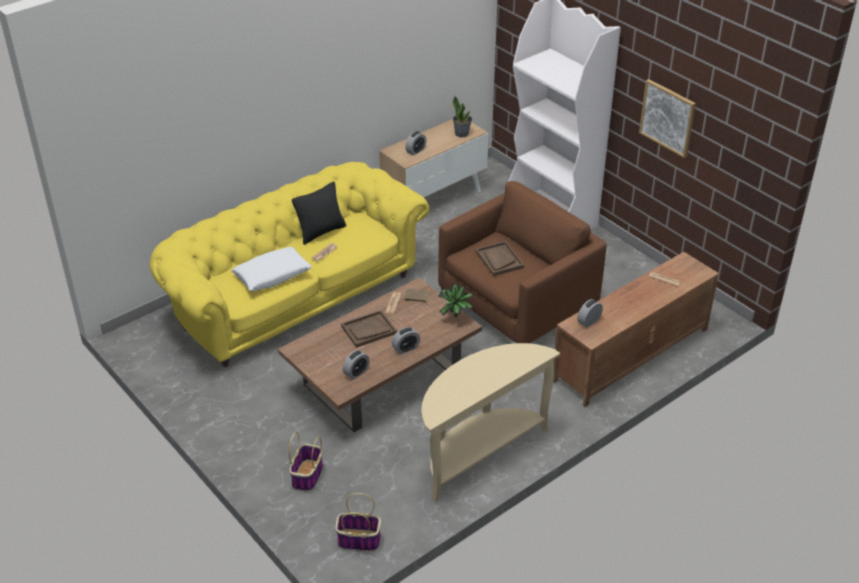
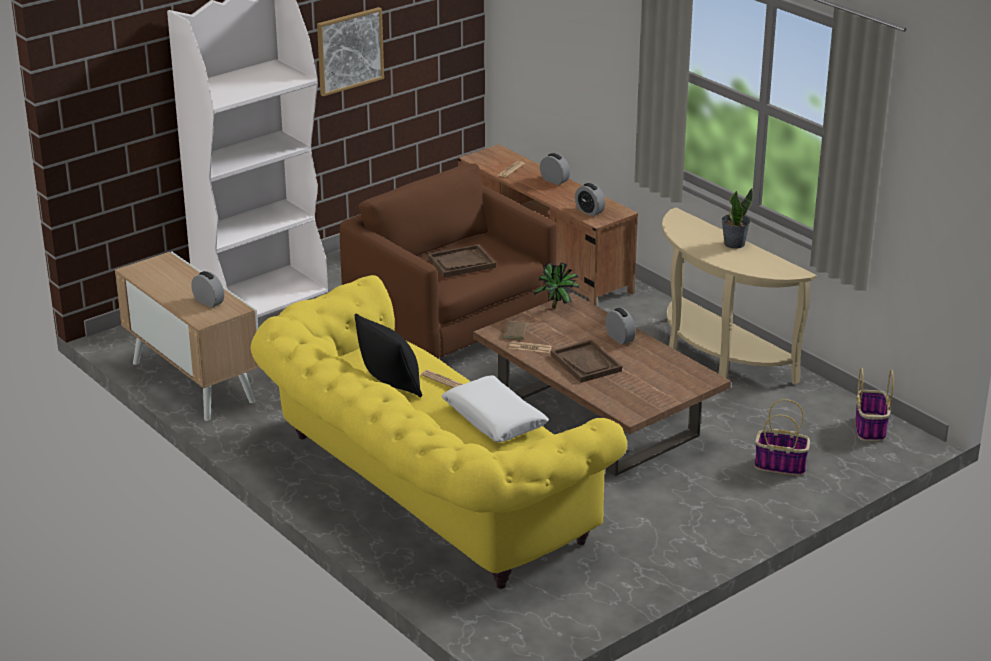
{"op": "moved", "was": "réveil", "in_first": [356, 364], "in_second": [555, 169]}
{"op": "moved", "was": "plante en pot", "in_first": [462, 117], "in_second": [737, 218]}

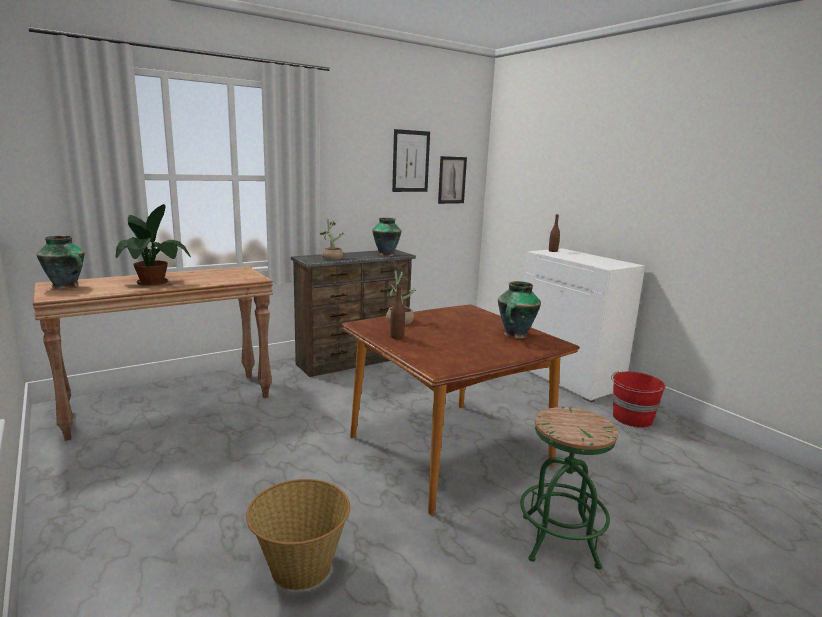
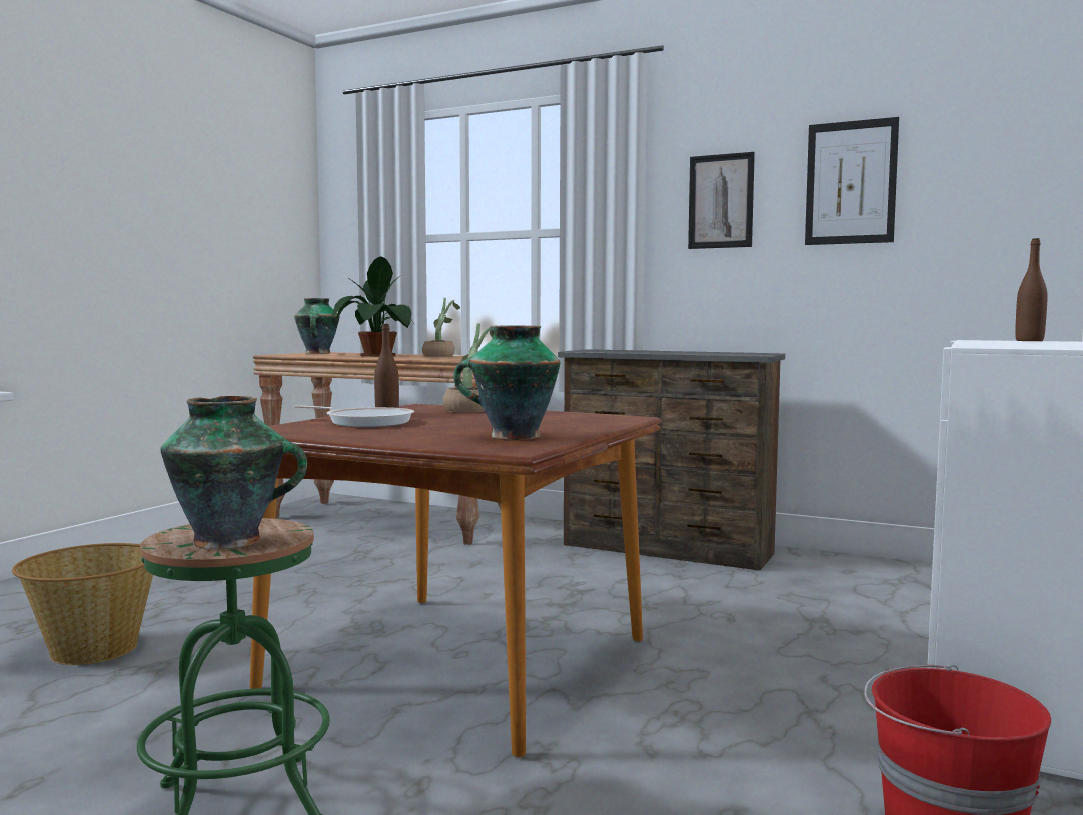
{"op": "moved", "was": "plante en pot", "in_first": [332, 239], "in_second": [441, 327]}
{"op": "moved", "was": "vase", "in_first": [387, 237], "in_second": [233, 472]}
{"op": "moved", "was": "tableau", "in_first": [452, 180], "in_second": [721, 200]}
{"op": "added", "now": "poêle", "in_second": [354, 416]}

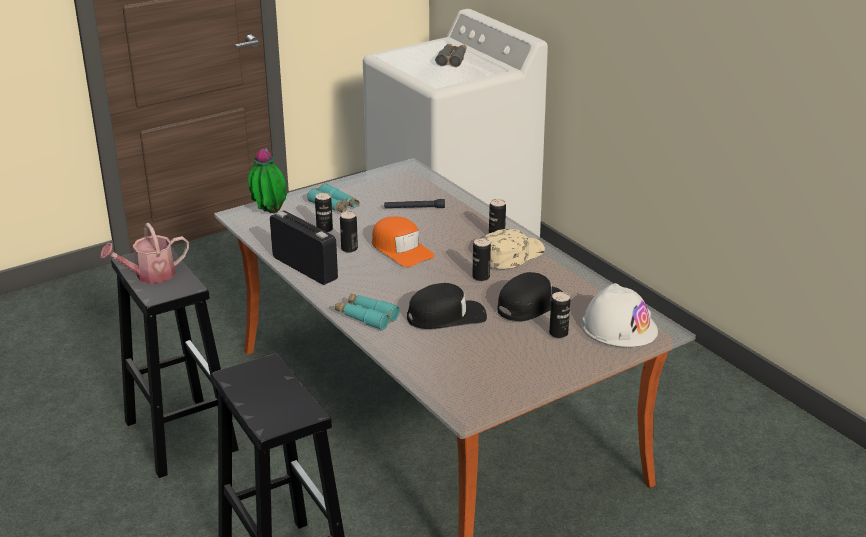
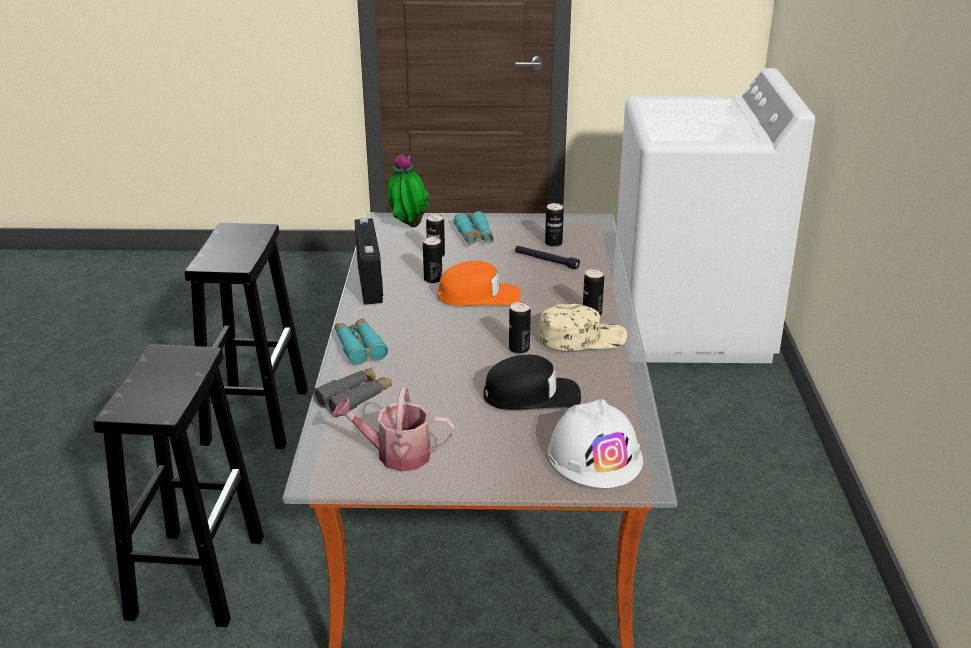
{"op": "moved", "was": "arrosoir", "in_first": [144, 253], "in_second": [393, 429]}
{"op": "turned", "was": "casquette [orange]", "in_first": [403, 241], "in_second": [478, 283], "clockwise": -90}
{"op": "removed", "was": "casquette [noir]", "in_first": [447, 306]}
{"op": "moved", "was": "jumelles [gris]", "in_first": [450, 55], "in_second": [352, 392]}
{"op": "moved", "was": "boîte métallique", "in_first": [559, 315], "in_second": [554, 225]}

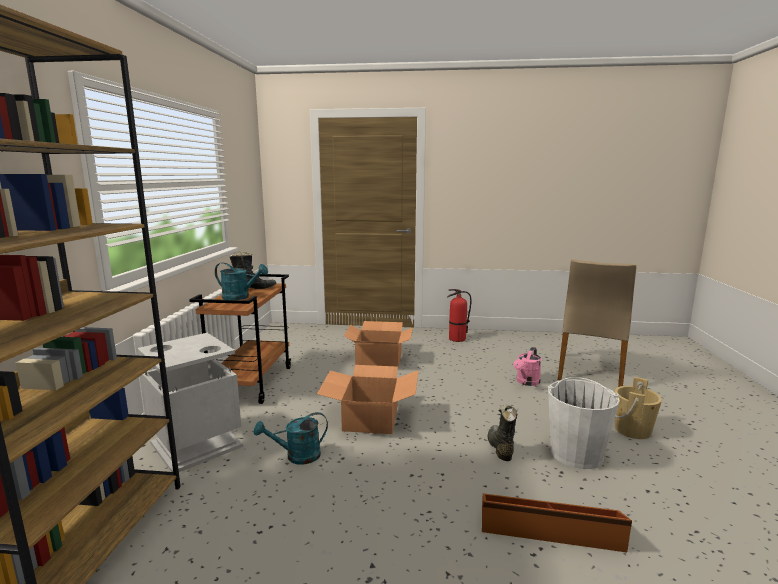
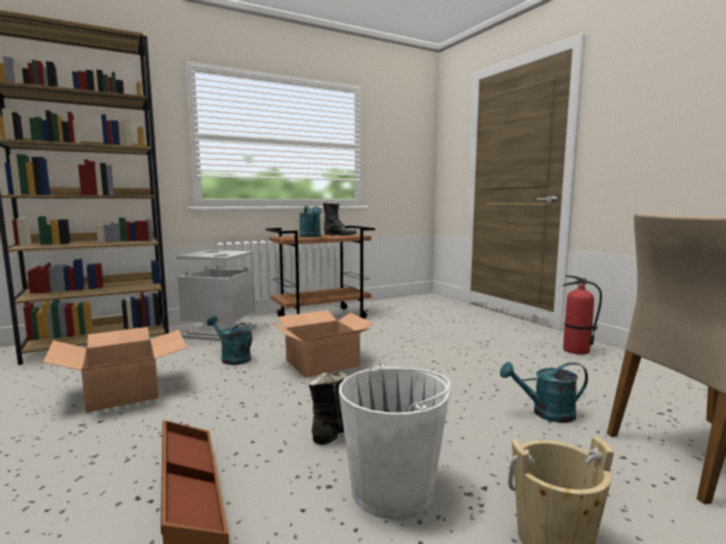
{"op": "moved", "was": "carton", "in_first": [378, 344], "in_second": [115, 370]}
{"op": "recoloured", "was": "arrosoir [rose]", "now": "arrosoir [turquoise]", "in_first": [528, 366], "in_second": [544, 392]}

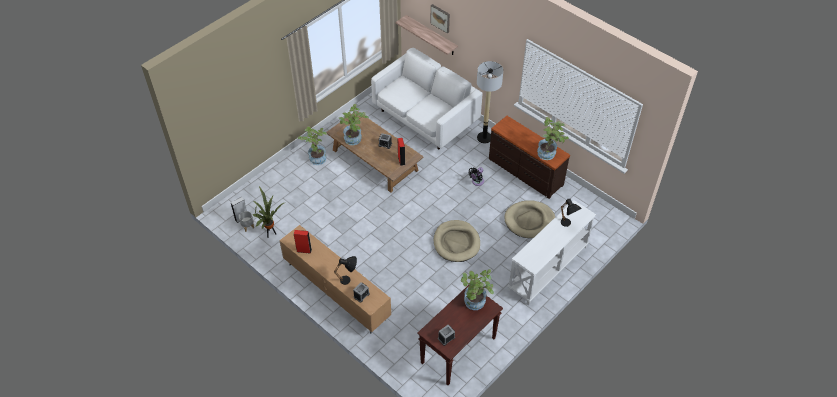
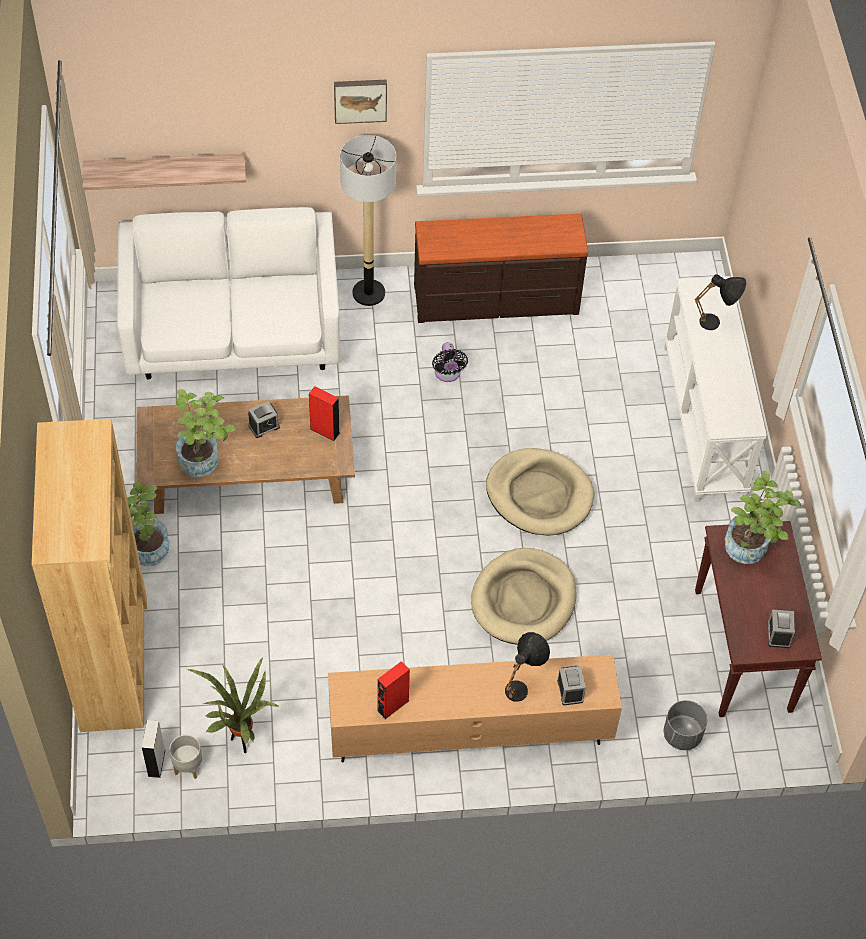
{"op": "moved", "was": "tableau", "in_first": [440, 18], "in_second": [360, 102]}
{"op": "moved", "was": "panier pour chien [beige]", "in_first": [529, 219], "in_second": [524, 596]}
{"op": "removed", "was": "plante en pot", "in_first": [553, 138]}
{"op": "added", "now": "bibliothèque [marron]", "in_second": [89, 575]}
{"op": "added", "now": "cache-pot [gris]", "in_second": [685, 725]}

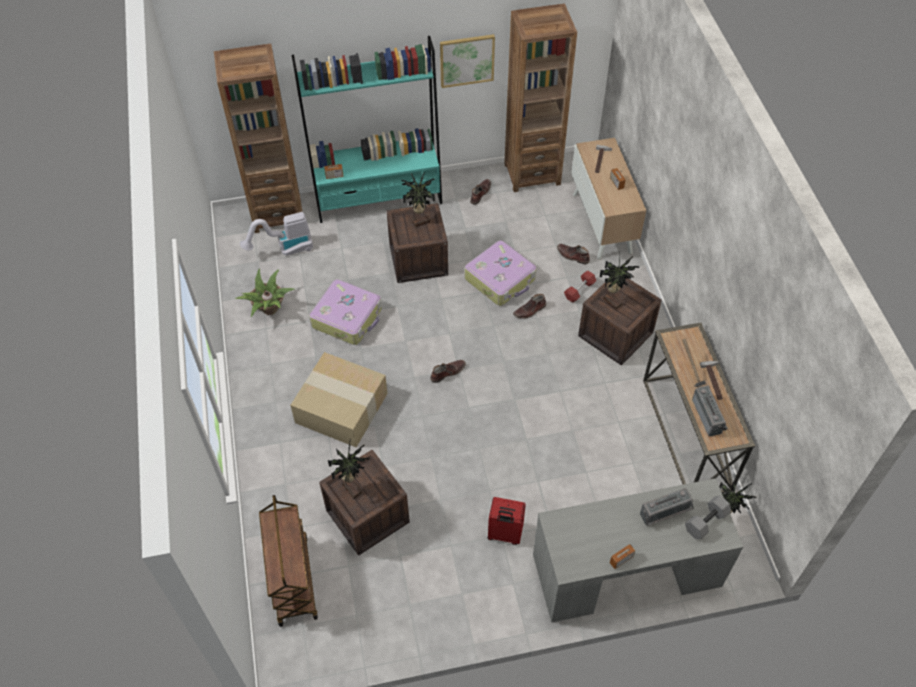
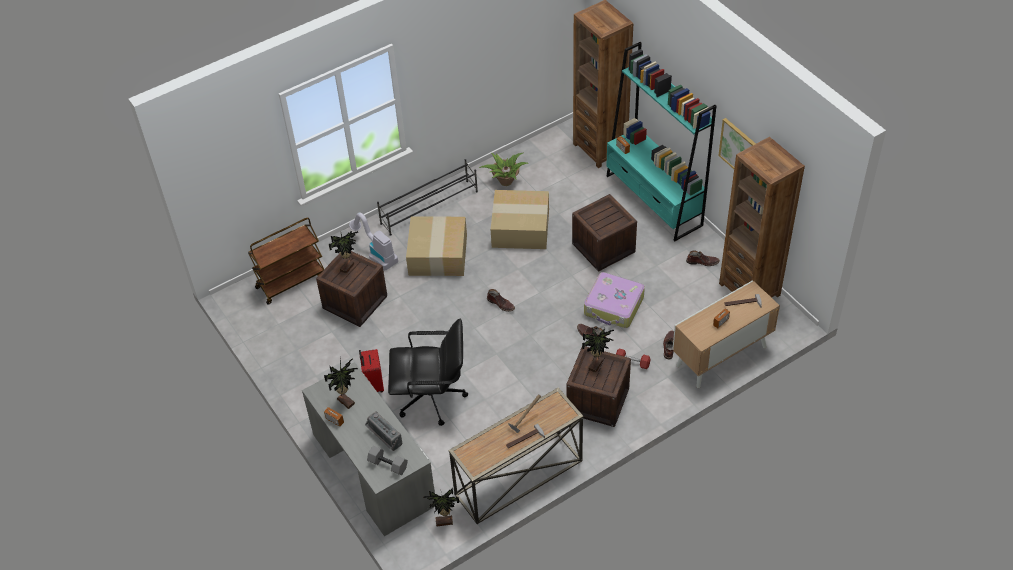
{"op": "moved", "was": "aspirateur", "in_first": [276, 234], "in_second": [373, 241]}
{"op": "replaced", "was": "valise", "now": "carton", "in_first": [345, 312], "in_second": [520, 219]}
{"op": "moved", "was": "plante en pot", "in_first": [418, 200], "in_second": [341, 382]}
{"op": "removed", "was": "radio", "in_first": [710, 410]}
{"op": "added", "now": "étagère à chaussures [noir]", "in_second": [427, 197]}
{"op": "added", "now": "chaise de bureau [noir]", "in_second": [428, 372]}

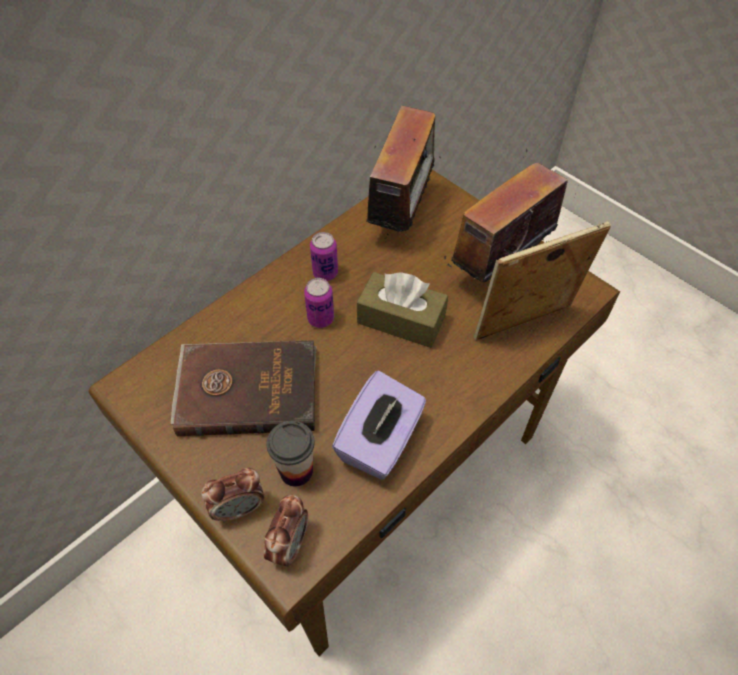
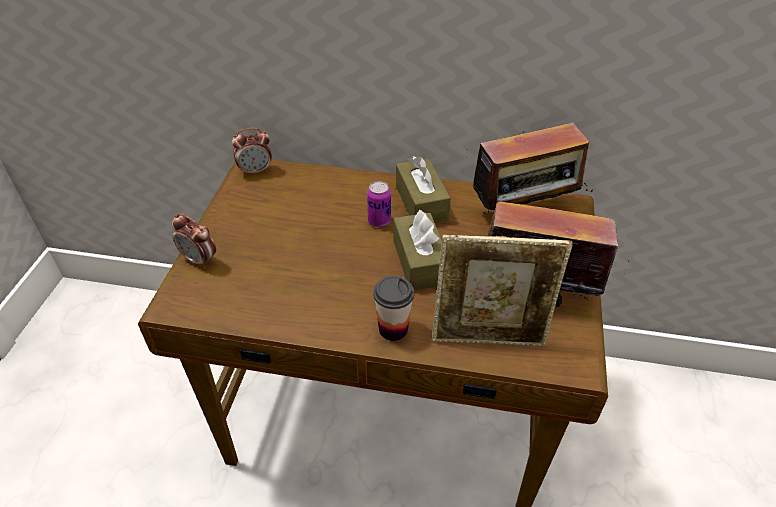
{"op": "removed", "was": "livre [marron]", "in_first": [244, 388]}
{"op": "moved", "was": "réveil", "in_first": [286, 530], "in_second": [252, 152]}
{"op": "moved", "was": "tasse", "in_first": [291, 454], "in_second": [393, 308]}
{"op": "replaced", "was": "boîte métallique", "now": "boîte à mouchoirs [marron]", "in_first": [324, 256], "in_second": [423, 189]}
{"op": "removed", "was": "boîte à mouchoirs [violet]", "in_first": [379, 425]}
{"op": "turned", "was": "cadre photo", "in_first": [542, 281], "in_second": [502, 290], "clockwise": 150}

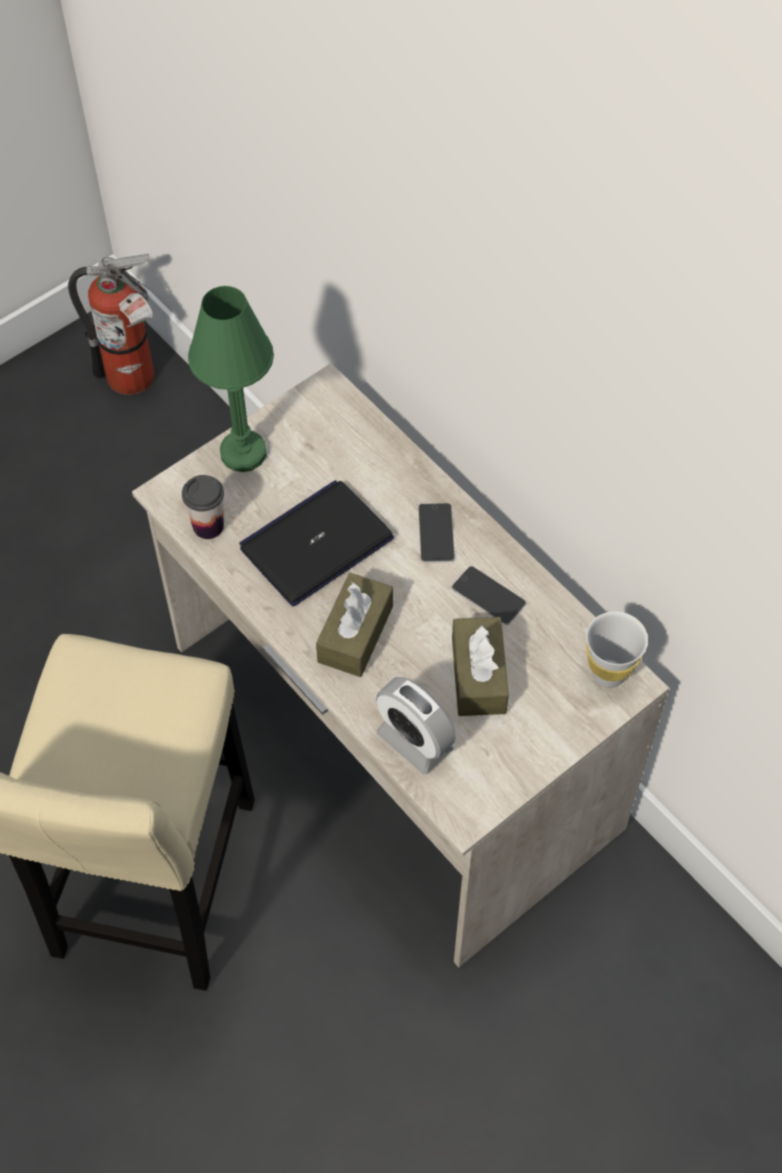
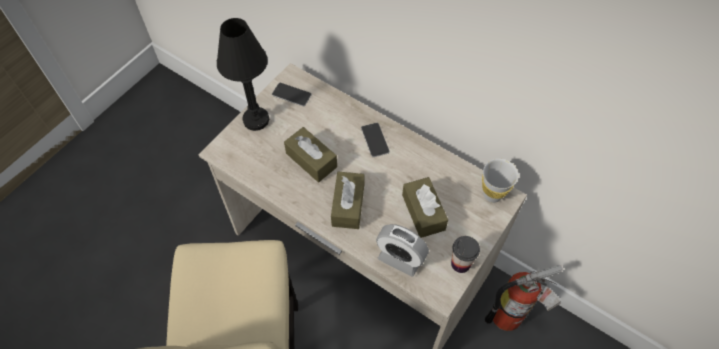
{"op": "moved", "was": "extincteur", "in_first": [111, 324], "in_second": [524, 298]}
{"op": "moved", "was": "tasse", "in_first": [203, 507], "in_second": [465, 254]}
{"op": "recoloured", "was": "lampe de table [vert]", "now": "lampe de table [noir]", "in_first": [231, 379], "in_second": [243, 74]}
{"op": "replaced", "was": "ordinateur portable", "now": "boîte à mouchoirs [marron]", "in_first": [316, 543], "in_second": [310, 154]}
{"op": "moved", "was": "téléphone", "in_first": [488, 595], "in_second": [292, 94]}

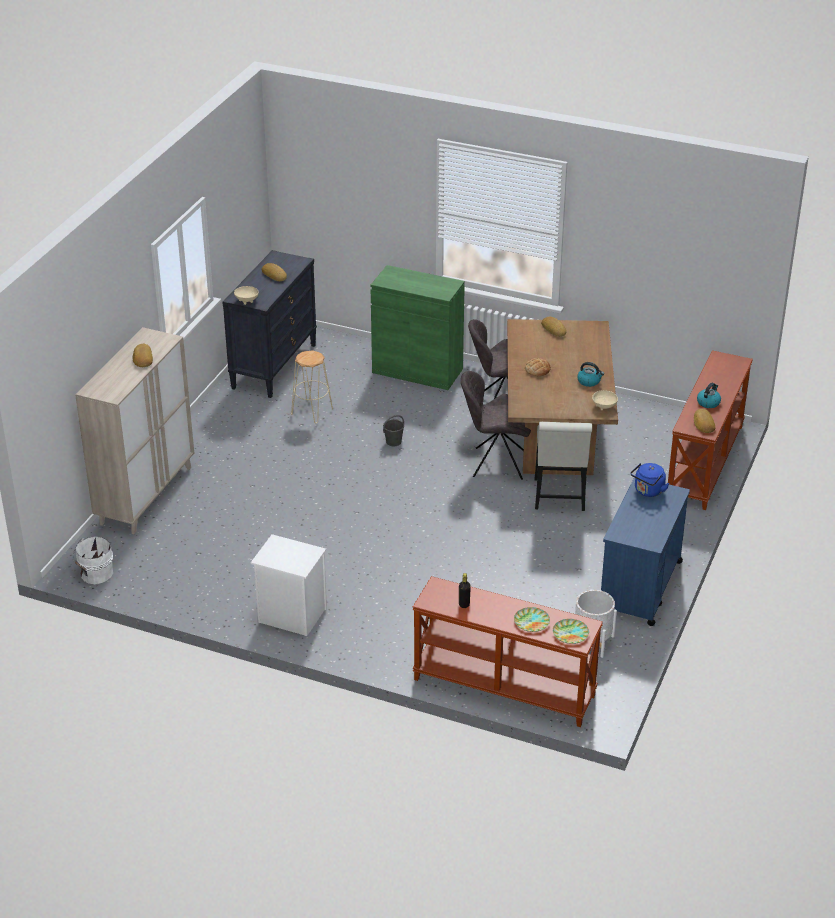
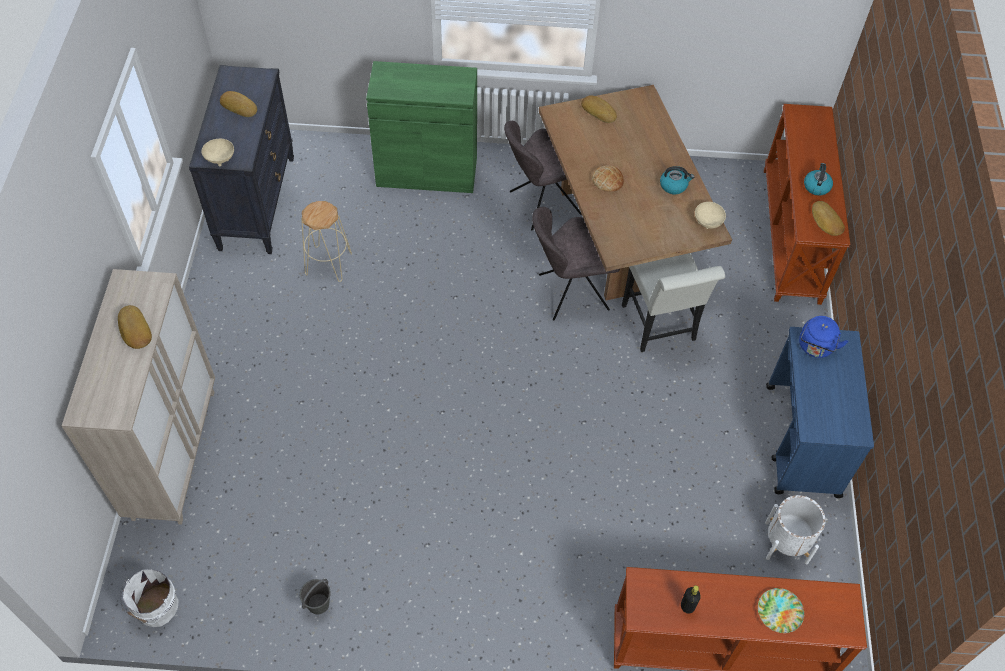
{"op": "removed", "was": "table de chevet [blanc]", "in_first": [289, 585]}
{"op": "moved", "was": "seau [gris]", "in_first": [393, 430], "in_second": [315, 596]}
{"op": "removed", "was": "assiette", "in_first": [571, 631]}

